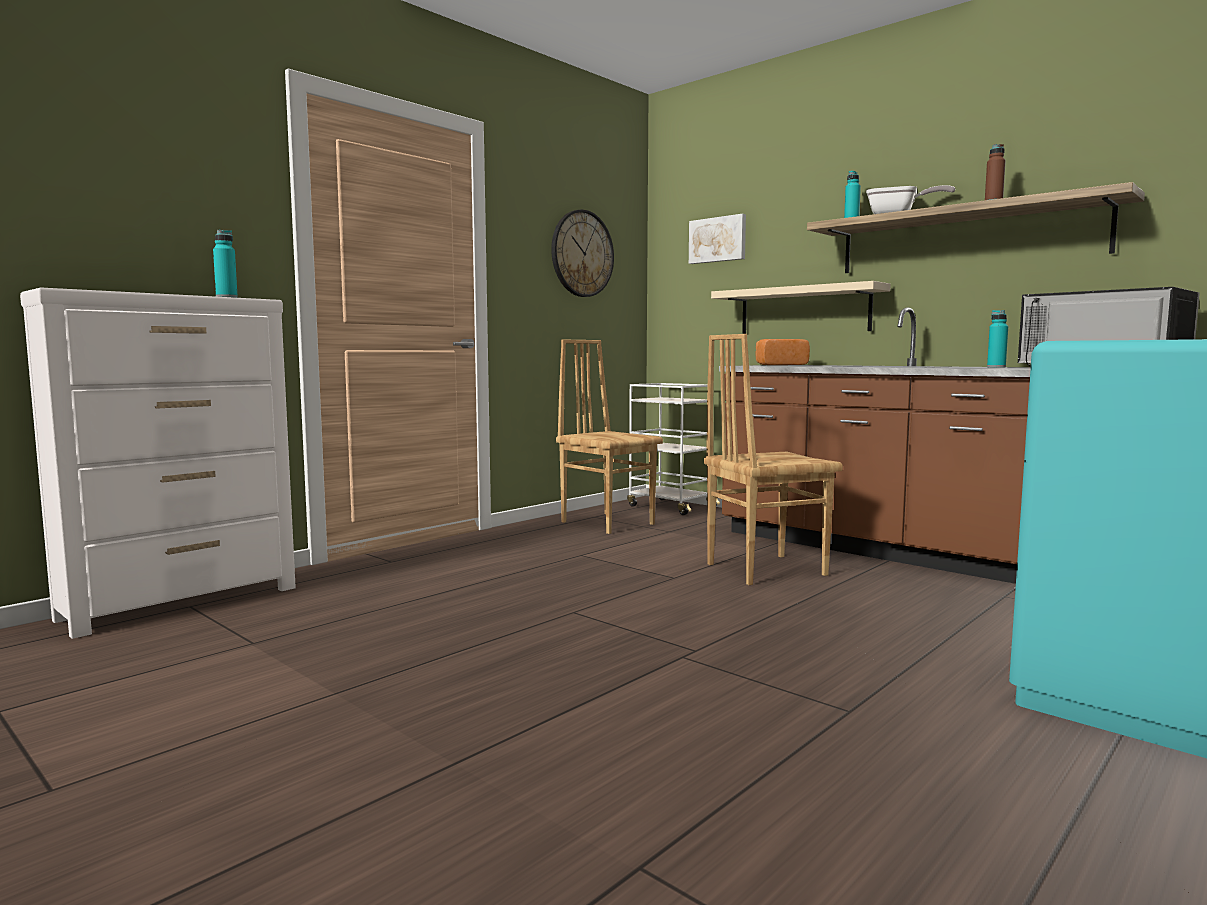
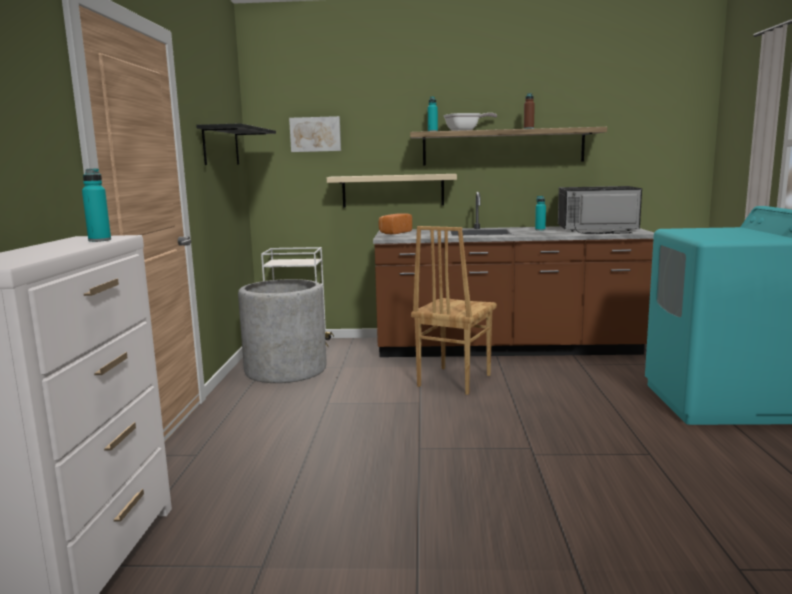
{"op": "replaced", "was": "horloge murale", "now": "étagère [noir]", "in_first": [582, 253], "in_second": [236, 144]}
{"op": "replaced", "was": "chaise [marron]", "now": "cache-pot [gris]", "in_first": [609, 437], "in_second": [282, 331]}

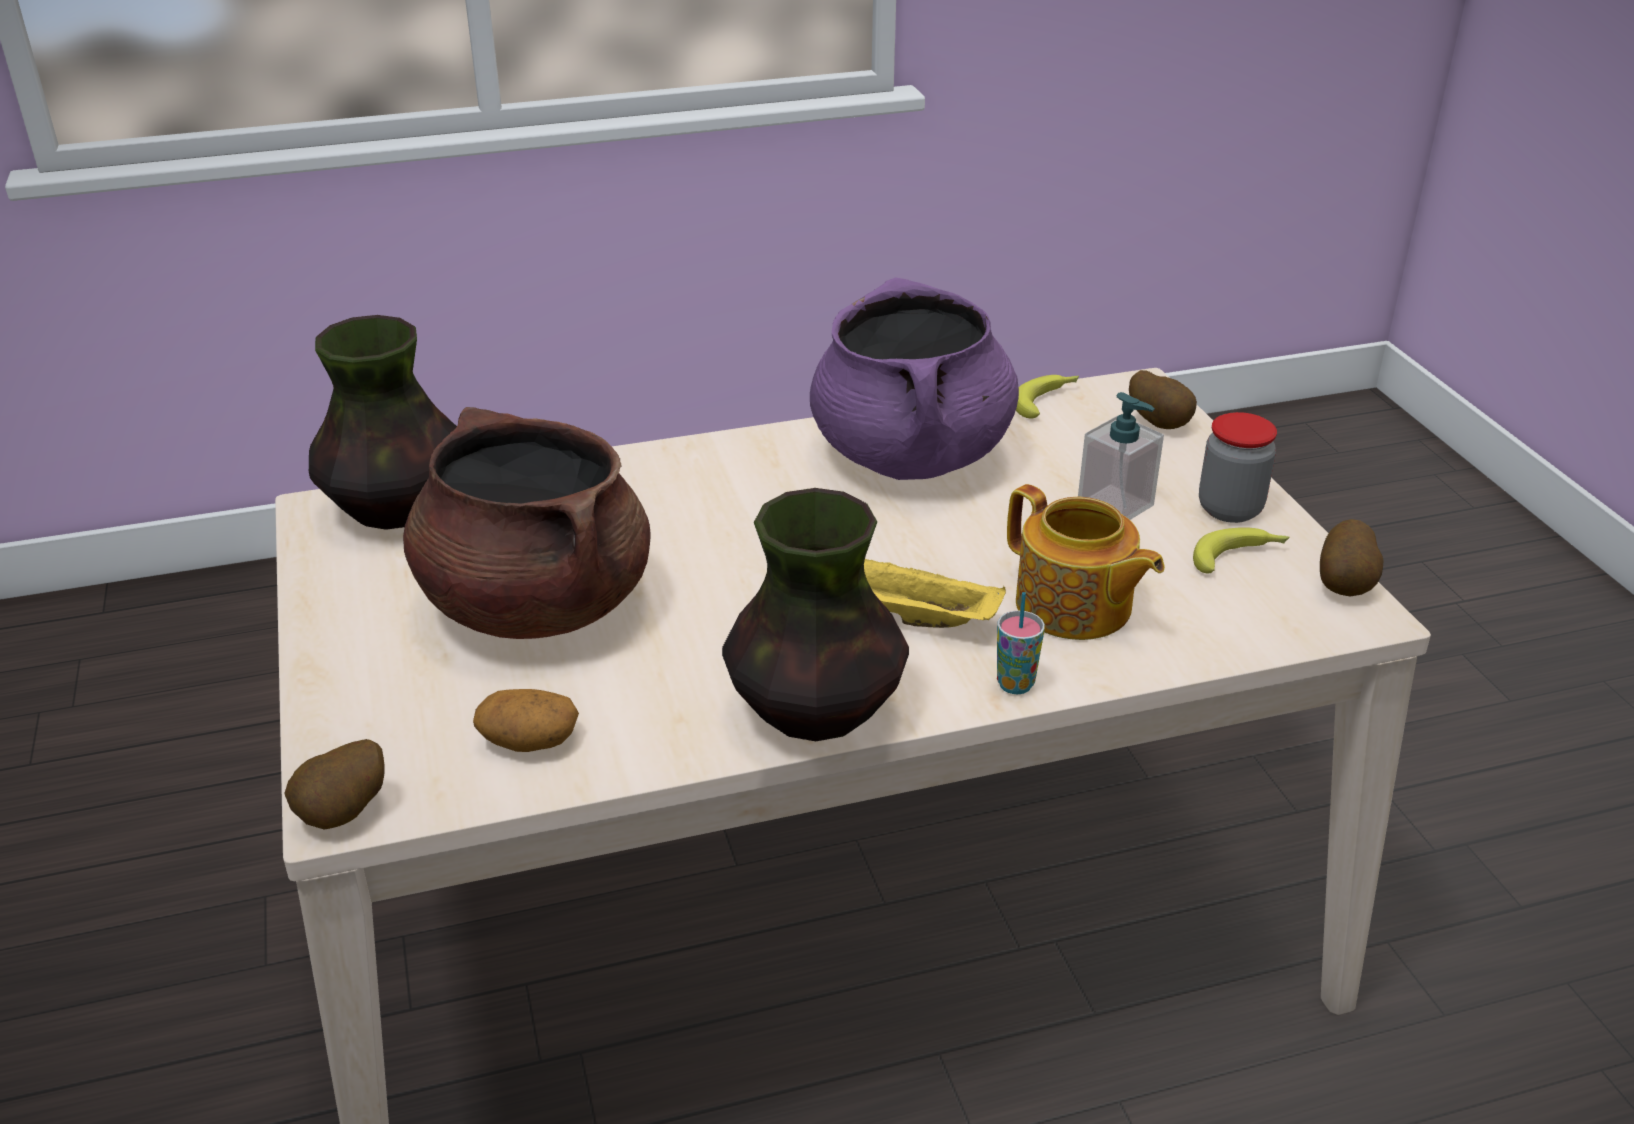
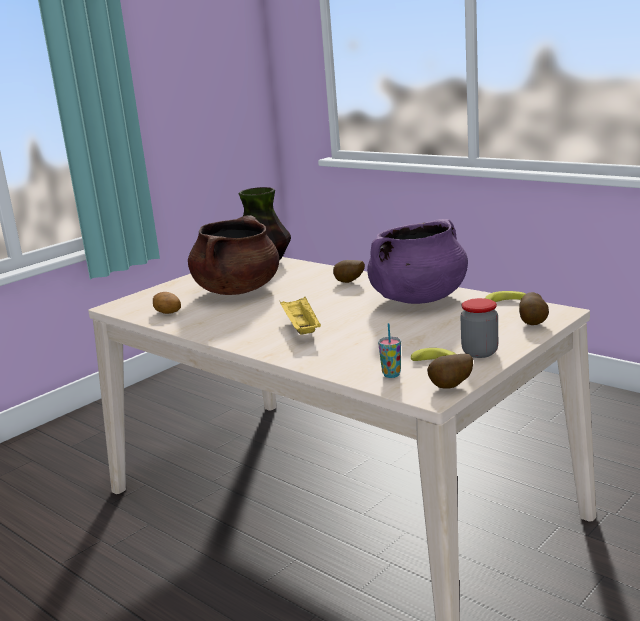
{"op": "moved", "was": "pomme de terre", "in_first": [334, 784], "in_second": [349, 271]}
{"op": "removed", "was": "vase", "in_first": [815, 614]}
{"op": "moved", "was": "tasse", "in_first": [1021, 643], "in_second": [389, 350]}
{"op": "removed", "was": "théière", "in_first": [1086, 562]}
{"op": "removed", "was": "distributeur de savon", "in_first": [1121, 456]}

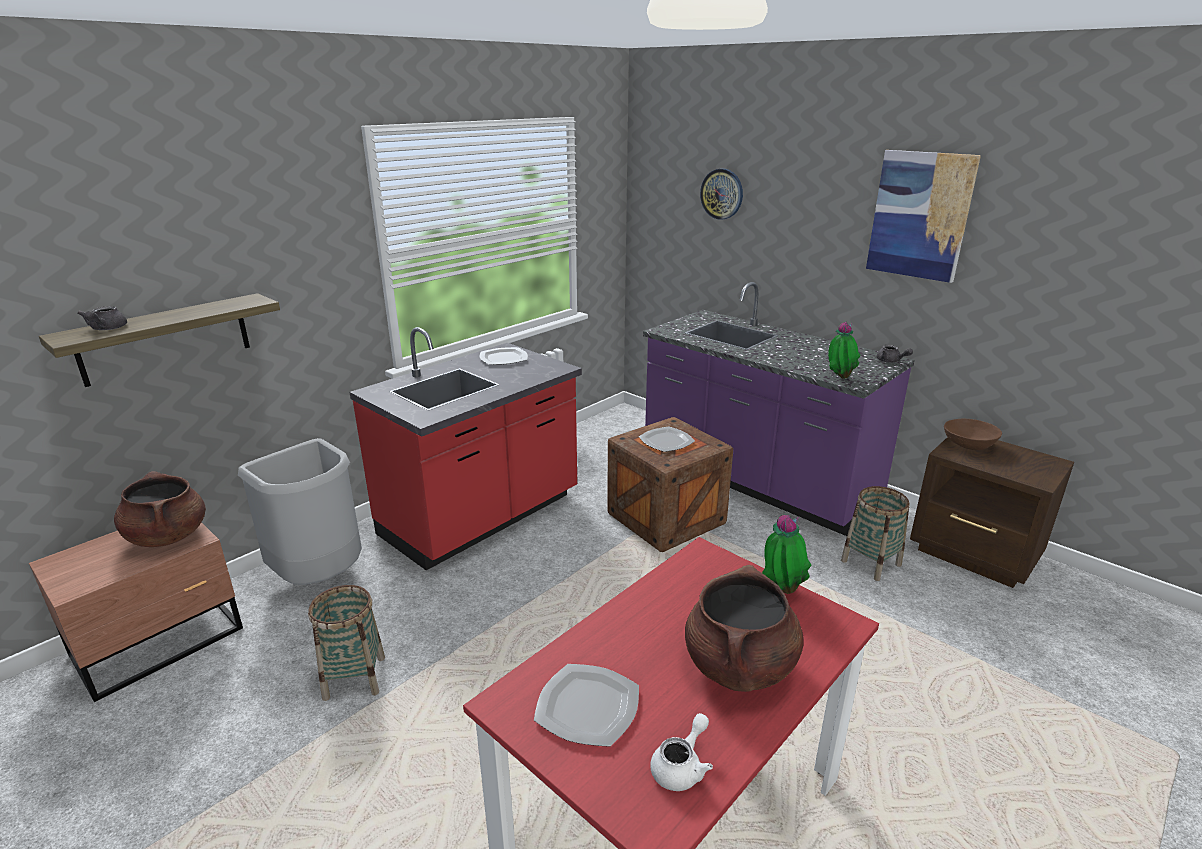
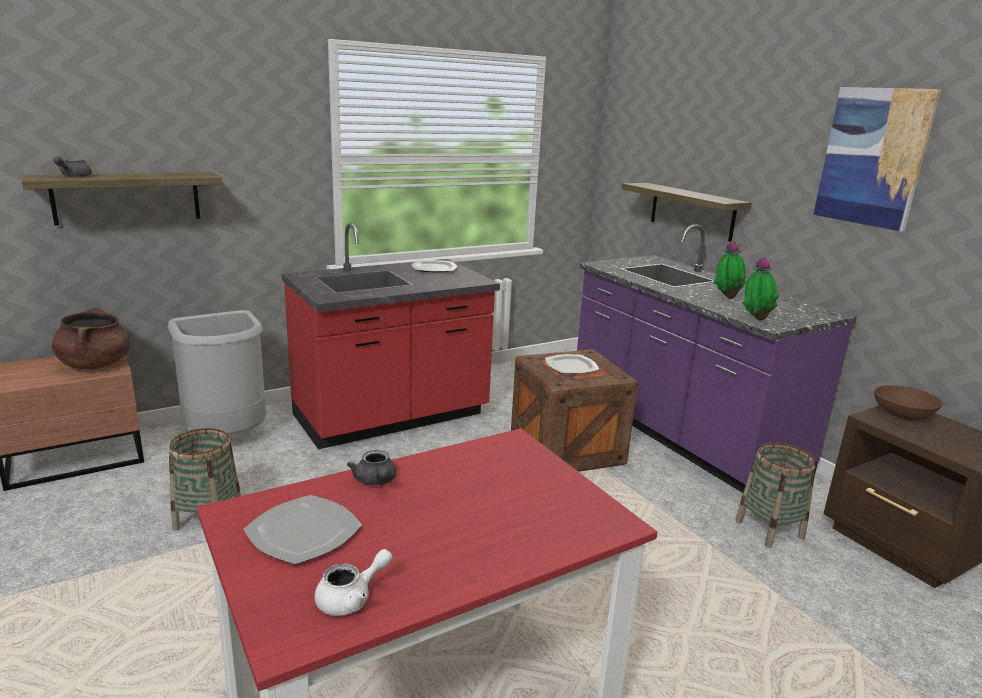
{"op": "removed", "was": "marmite [marron]", "in_first": [744, 628]}
{"op": "removed", "was": "horloge murale", "in_first": [721, 194]}
{"op": "moved", "was": "plante en pot", "in_first": [787, 554], "in_second": [729, 270]}
{"op": "moved", "was": "théière [gris]", "in_first": [895, 354], "in_second": [371, 467]}
{"op": "added", "now": "étagère", "in_second": [686, 212]}

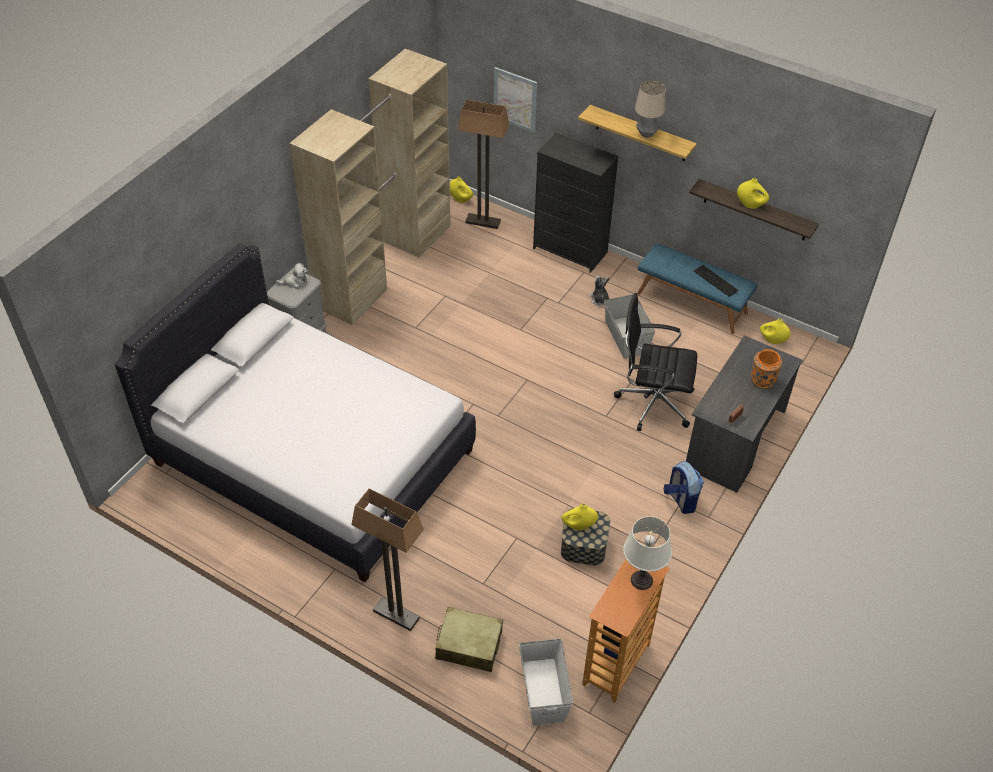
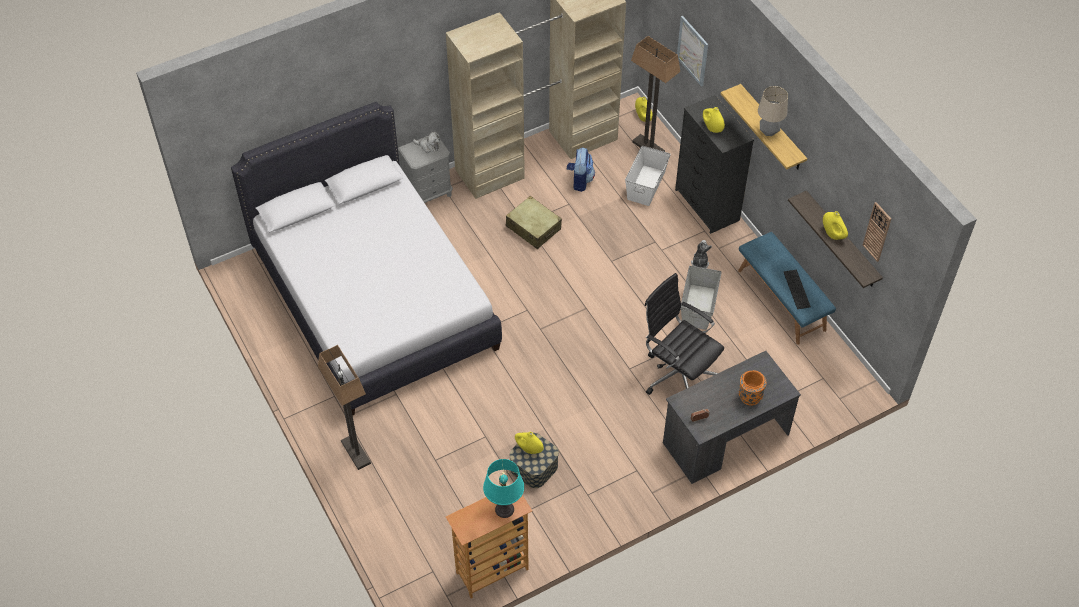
{"op": "moved", "was": "valise [beige]", "in_first": [469, 639], "in_second": [534, 222]}
{"op": "moved", "was": "boîte de rangement [blanc]", "in_first": [546, 682], "in_second": [648, 176]}
{"op": "recoloured", "was": "lampe de table [blanc]", "now": "lampe de table [turquoise]", "in_first": [647, 553], "in_second": [503, 488]}
{"op": "moved", "was": "sac à dos", "in_first": [684, 487], "in_second": [581, 170]}
{"op": "moved", "was": "vase [jaune]", "in_first": [775, 331], "in_second": [714, 120]}
{"op": "added", "now": "horloge murale", "in_second": [877, 232]}

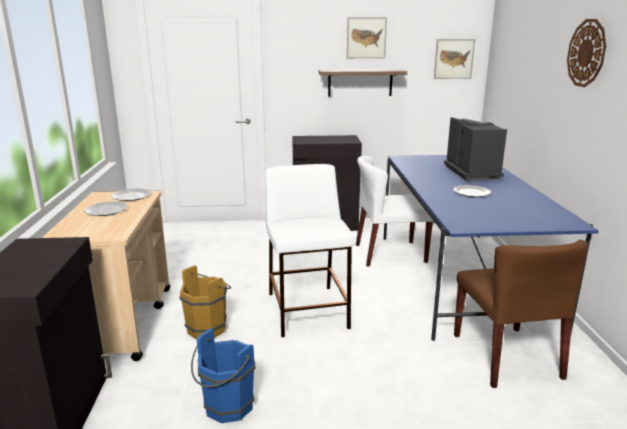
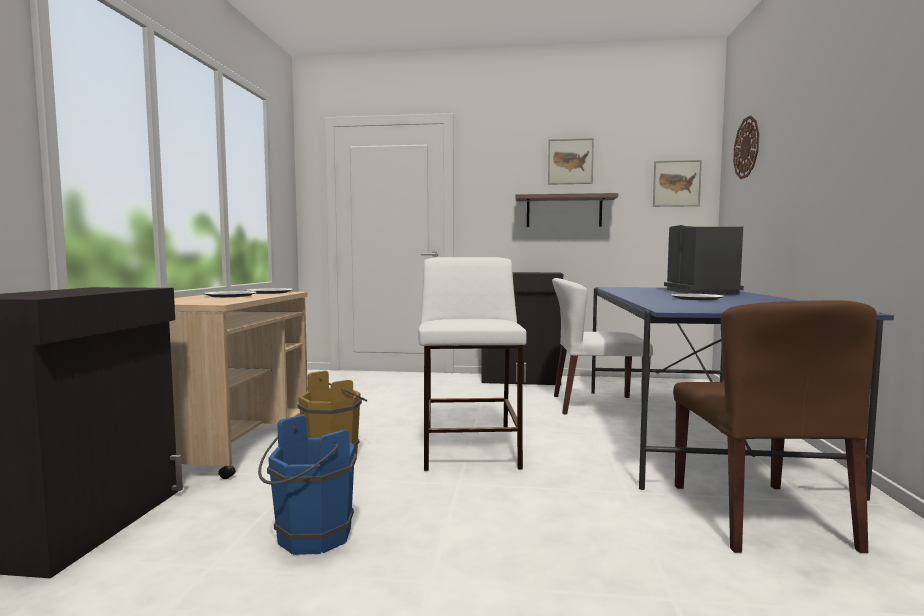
{"op": "moved", "was": "horloge murale", "in_first": [586, 53], "in_second": [746, 147]}

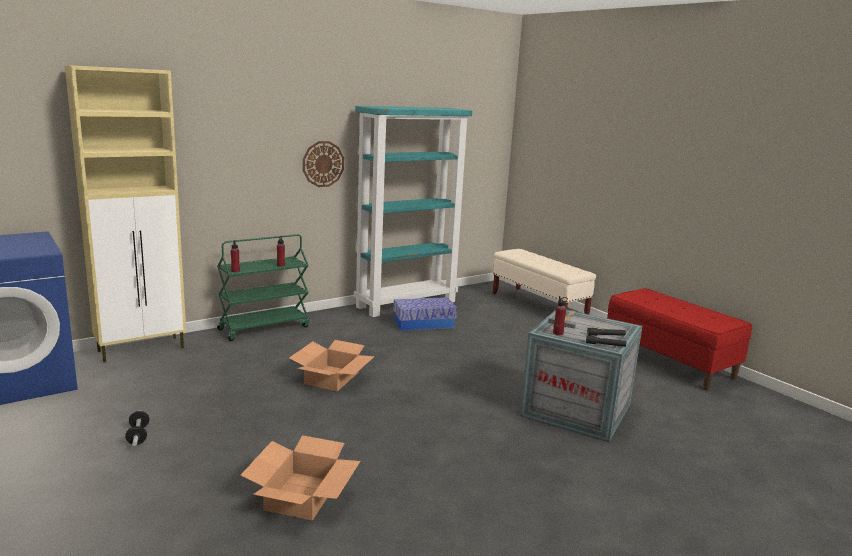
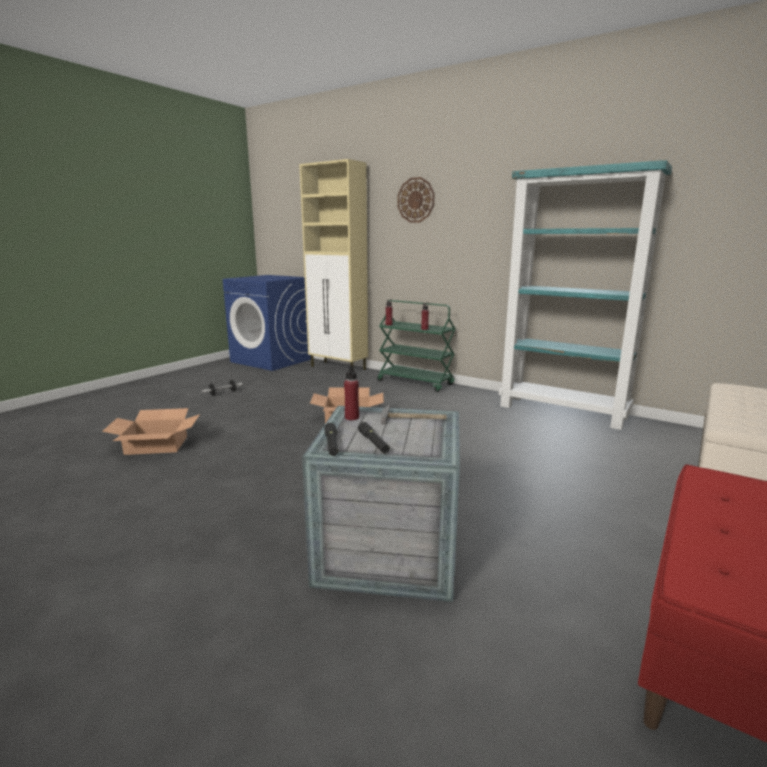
{"op": "moved", "was": "horloge murale", "in_first": [323, 164], "in_second": [416, 200]}
{"op": "removed", "was": "boîte de rangement", "in_first": [425, 314]}

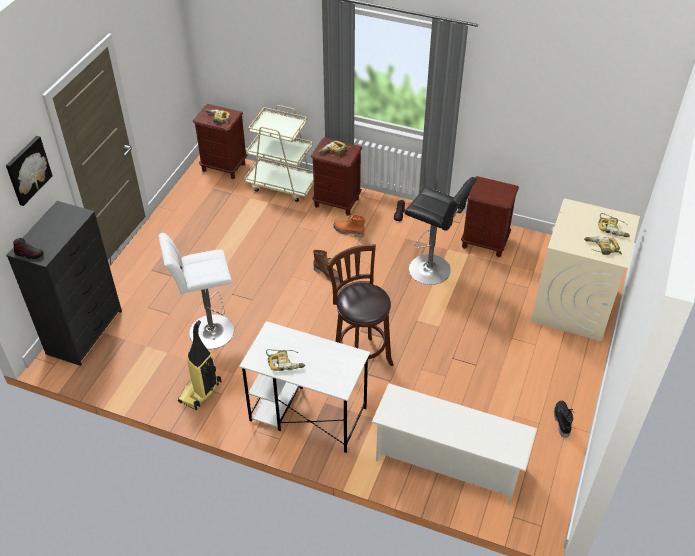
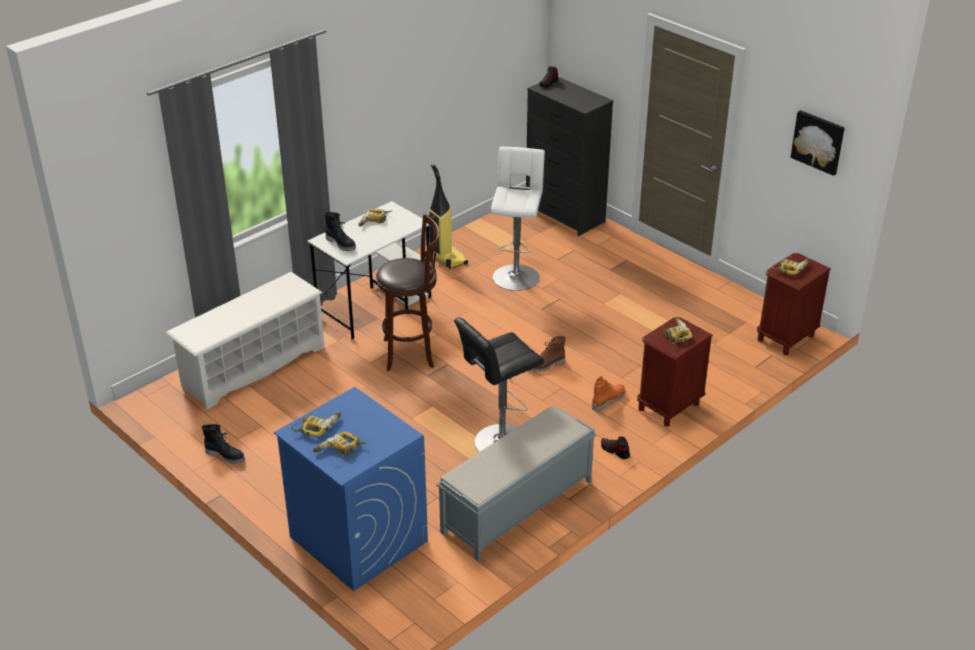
{"op": "moved", "was": "tableau", "in_first": [29, 171], "in_second": [817, 143]}
{"op": "removed", "was": "chariot [beige]", "in_first": [279, 153]}
{"op": "replaced", "was": "table de chevet [marron]", "now": "banc [gris]", "in_first": [490, 216], "in_second": [516, 484]}
{"op": "recoloured", "was": "lave-linge [beige]", "now": "lave-linge [bleu]", "in_first": [585, 269], "in_second": [351, 489]}
{"op": "added", "now": "botte [noir]", "in_second": [340, 231]}

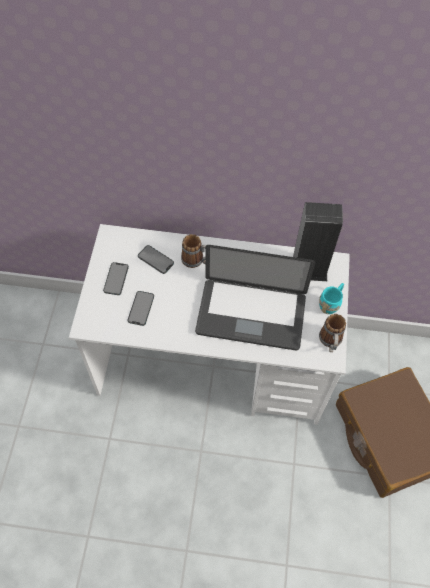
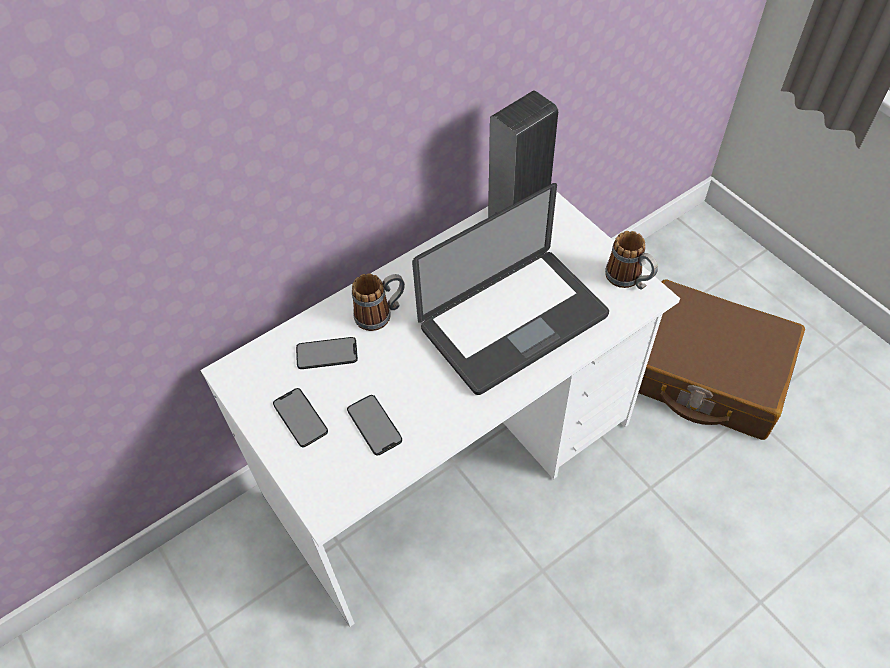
{"op": "removed", "was": "mug [turquoise]", "in_first": [331, 298]}

